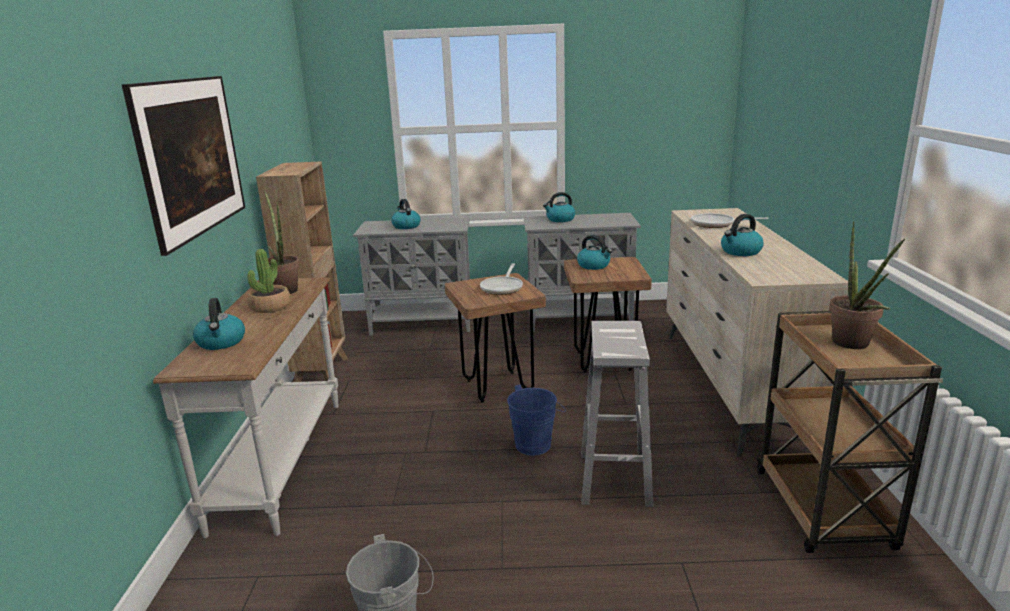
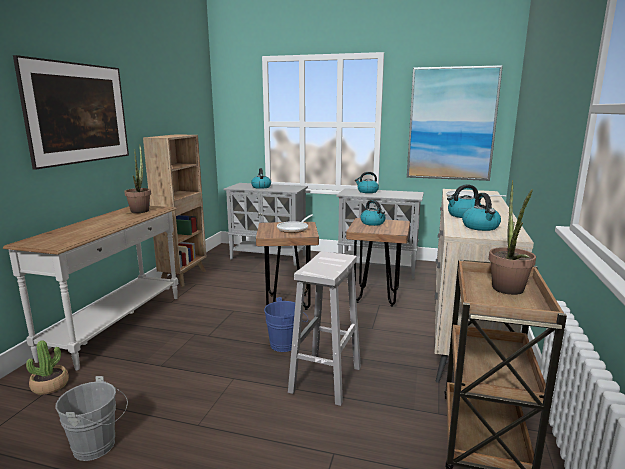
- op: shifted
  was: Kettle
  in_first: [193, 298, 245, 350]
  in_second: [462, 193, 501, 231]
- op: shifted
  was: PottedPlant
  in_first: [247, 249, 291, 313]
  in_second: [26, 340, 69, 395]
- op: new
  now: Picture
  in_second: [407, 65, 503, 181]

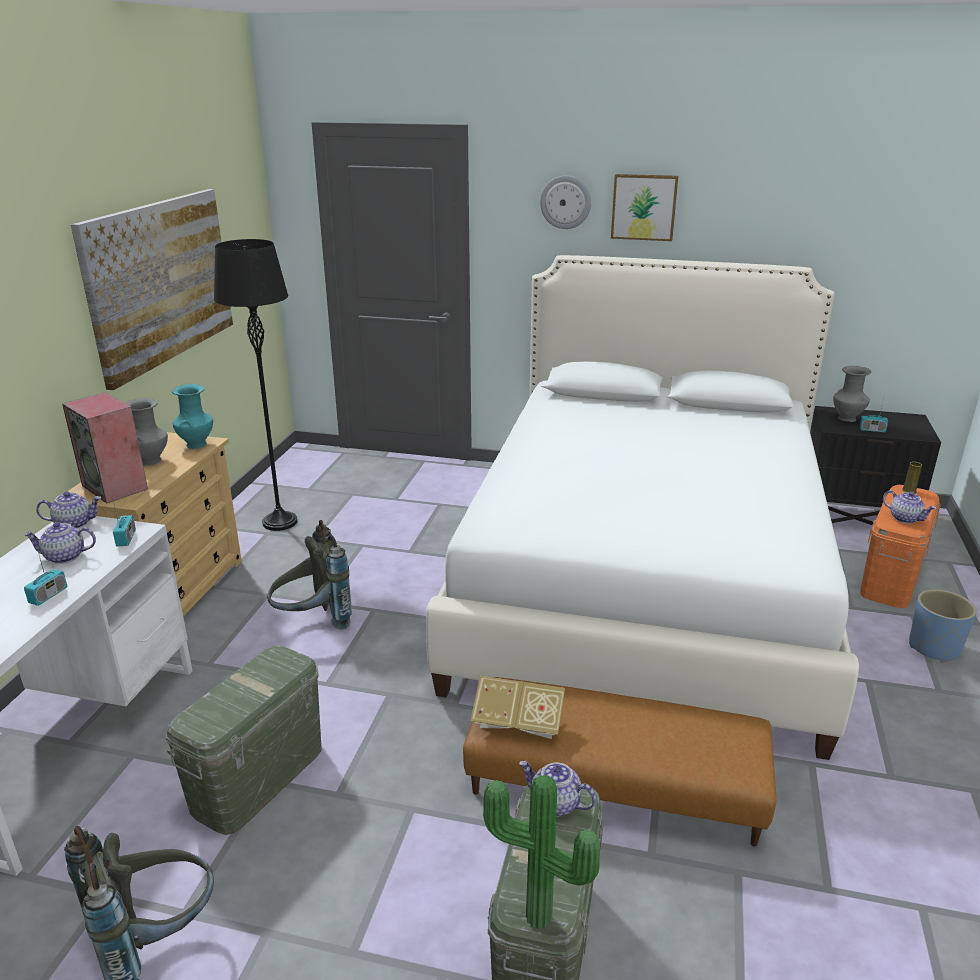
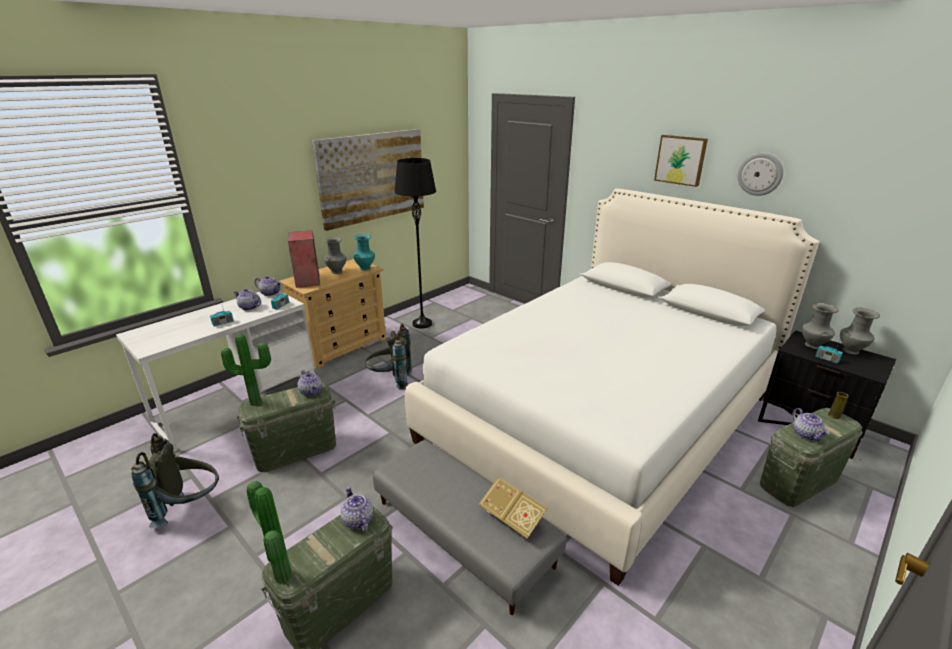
- op: repainted
  was: BrownOttoman
  now: GreyOttoman
  in_first: [463, 677, 777, 846]
  in_second: [373, 440, 567, 615]
- op: shifted
  was: Book
  in_first: [470, 676, 565, 739]
  in_second: [479, 477, 547, 539]
- op: shifted
  was: WallClock
  in_first: [540, 175, 591, 229]
  in_second: [738, 153, 783, 196]
- op: repainted
  was: OrangeStorageBox
  now: GreenStorageBox
  in_first: [860, 485, 941, 608]
  in_second: [760, 408, 862, 507]
- op: gone
  was: BluePlanter
  in_first: [909, 589, 977, 662]
- op: new
  now: PottedPlant
  in_second: [221, 334, 271, 406]
- op: new
  now: Teapot
  in_second: [298, 370, 322, 396]
- op: new
  now: GreyVase
  in_second: [840, 308, 880, 354]

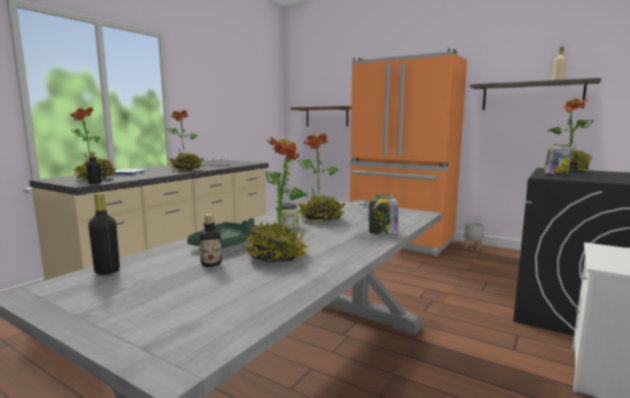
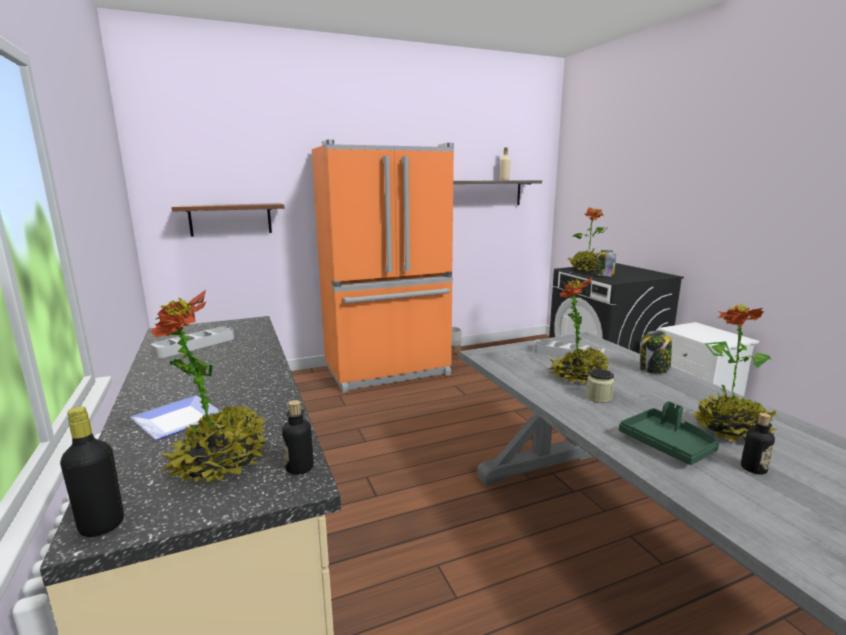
- op: shifted
  was: BlackBottle
  in_first: [88, 193, 120, 275]
  in_second: [60, 407, 124, 537]
- op: gone
  was: PottedPlant
  in_first: [166, 110, 204, 170]

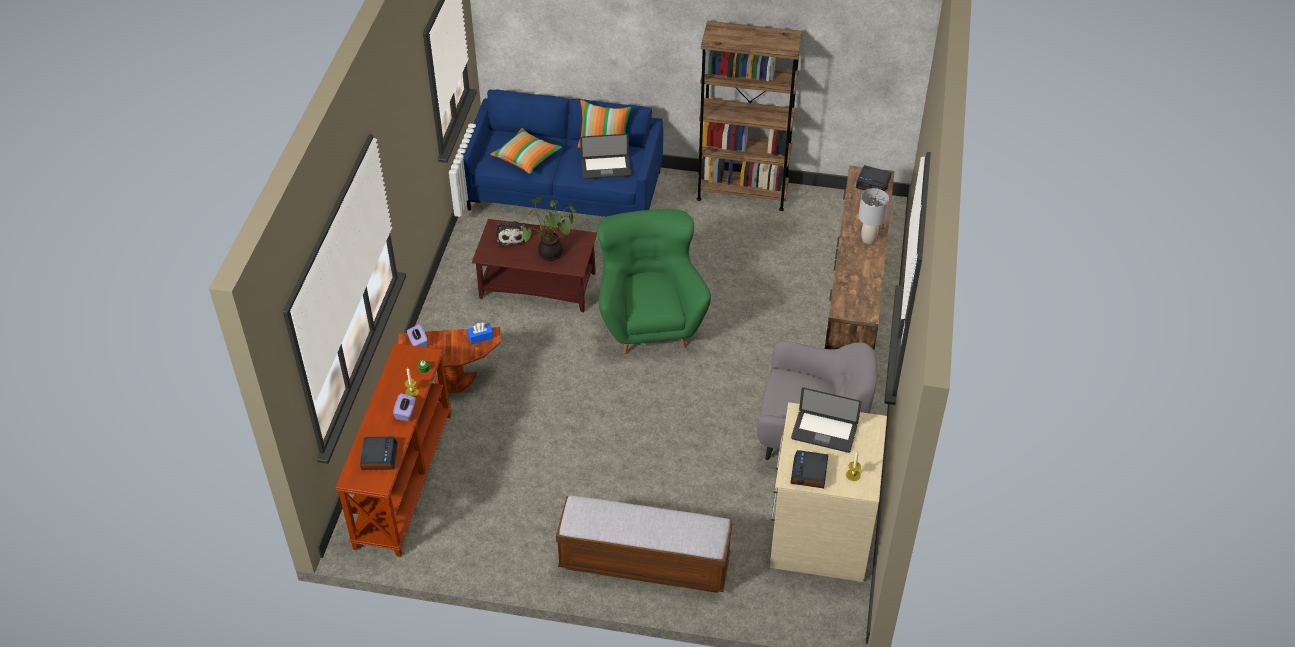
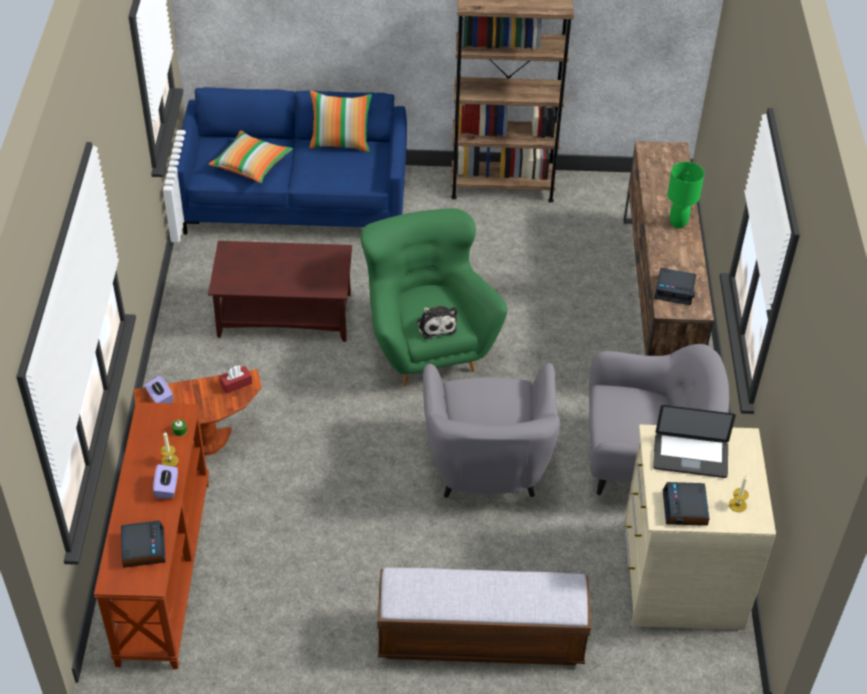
- op: repainted
  was: BlueTissueBox
  now: RedTissueBox
  in_first: [467, 322, 494, 344]
  in_second: [219, 366, 252, 394]
- op: shifted
  was: PlushToy
  in_first: [496, 221, 526, 246]
  in_second: [417, 306, 457, 339]
- op: gone
  was: PottedPlant
  in_first: [521, 197, 577, 261]
- op: gone
  was: Laptop
  in_first: [580, 134, 631, 179]
- op: shifted
  was: AlarmClock
  in_first: [856, 165, 892, 192]
  in_second: [655, 268, 696, 305]
- op: repainted
  was: GreyTableLamp
  now: GreenTableLamp
  in_first: [858, 188, 889, 244]
  in_second: [667, 162, 704, 228]
- op: new
  now: GreyArmchair
  in_second: [423, 363, 560, 498]

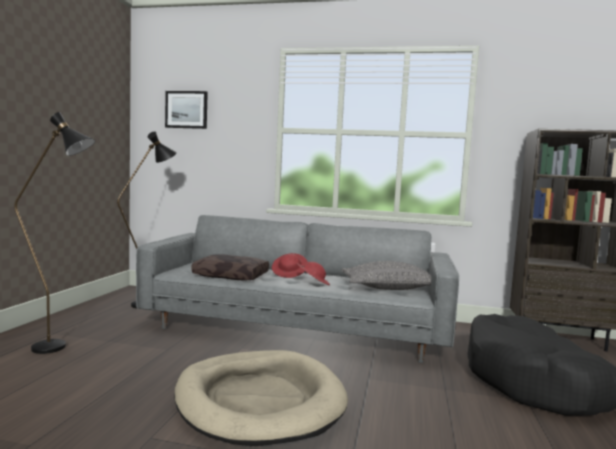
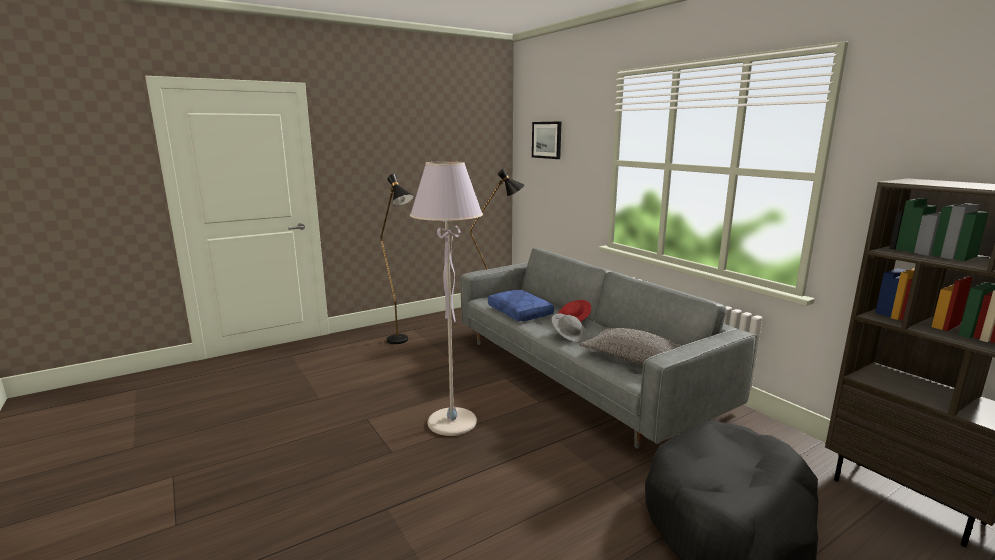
- op: swapped
  was: BeigeDogBed
  now: GreyFloorLamp
  in_first: [174, 350, 348, 446]
  in_second: [410, 161, 483, 436]
- op: repainted
  was: BrownPillow
  now: BluePillow
  in_first: [191, 254, 269, 281]
  in_second: [488, 290, 554, 321]
- op: repainted
  was: RedHat
  now: GreyHat
  in_first: [297, 262, 330, 285]
  in_second: [551, 313, 587, 342]

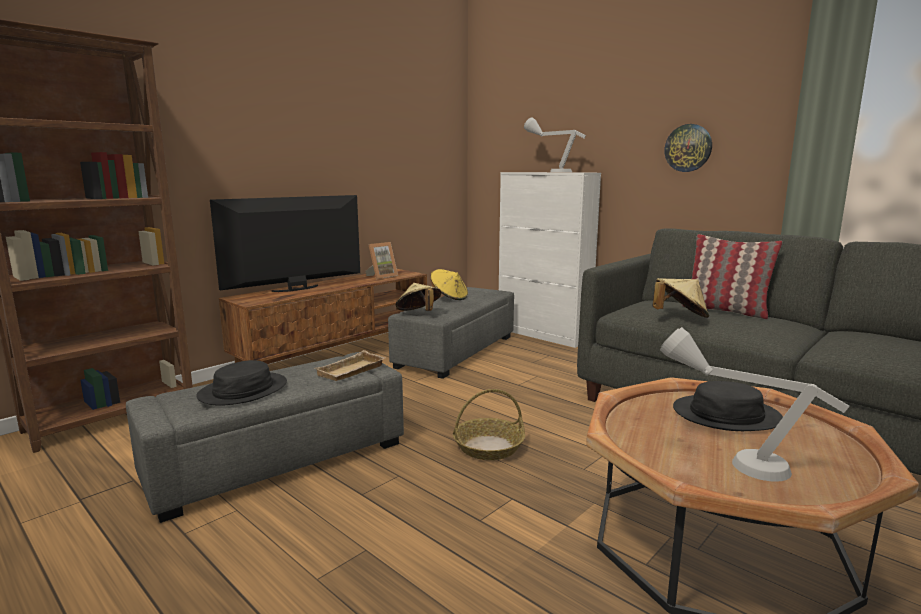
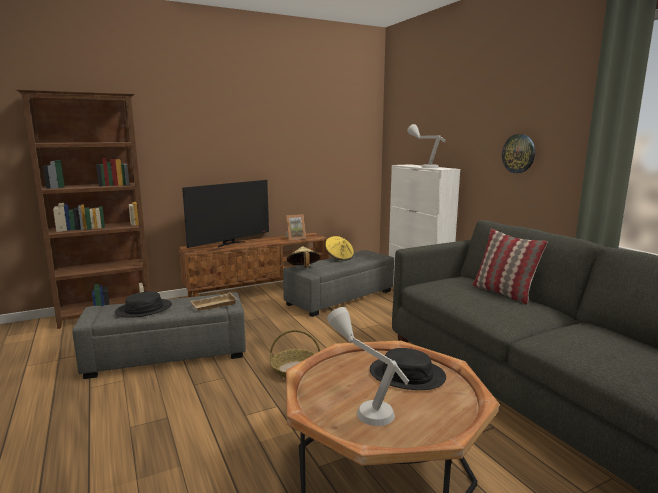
- op: rotated
  was: Television
  in_first: [210, 195, 360, 292]
  in_second: [182, 180, 269, 248]
  clockwise: 150
- op: gone
  was: BeigeHat
  in_first: [653, 278, 709, 318]

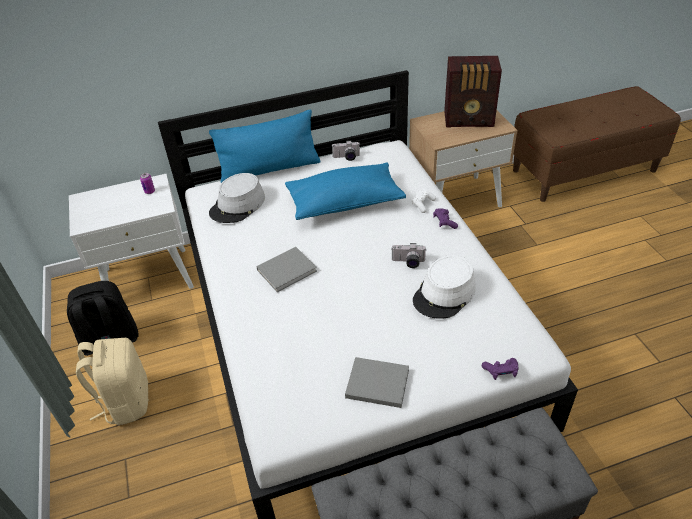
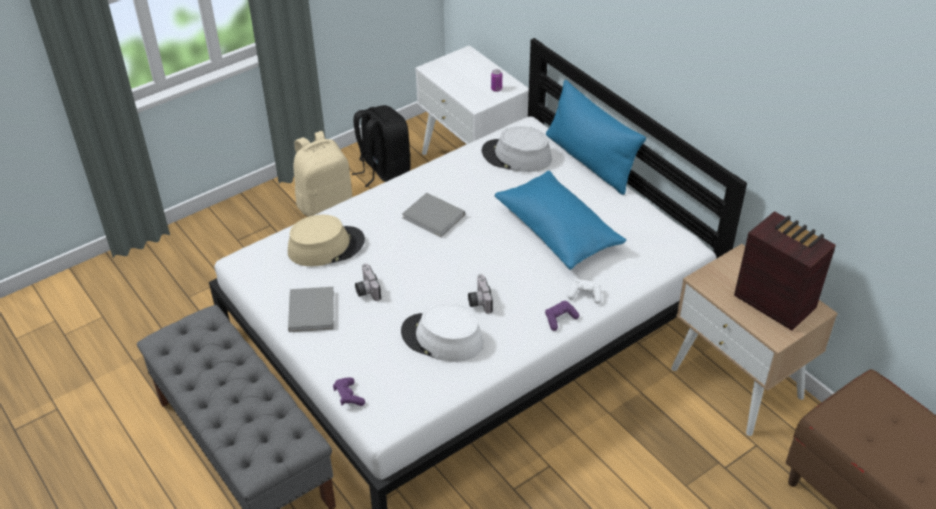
- op: shifted
  was: PhotoCamera
  in_first: [332, 141, 360, 161]
  in_second: [355, 263, 381, 301]
- op: rotated
  was: Radio
  in_first: [444, 56, 502, 127]
  in_second: [734, 211, 836, 330]
  clockwise: 150
- op: new
  now: BeigeHat
  in_second: [288, 215, 365, 266]

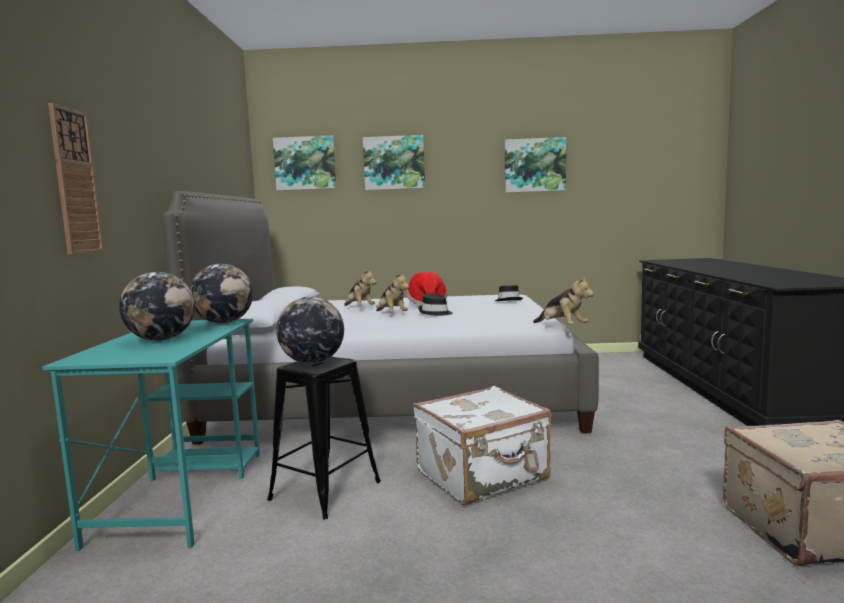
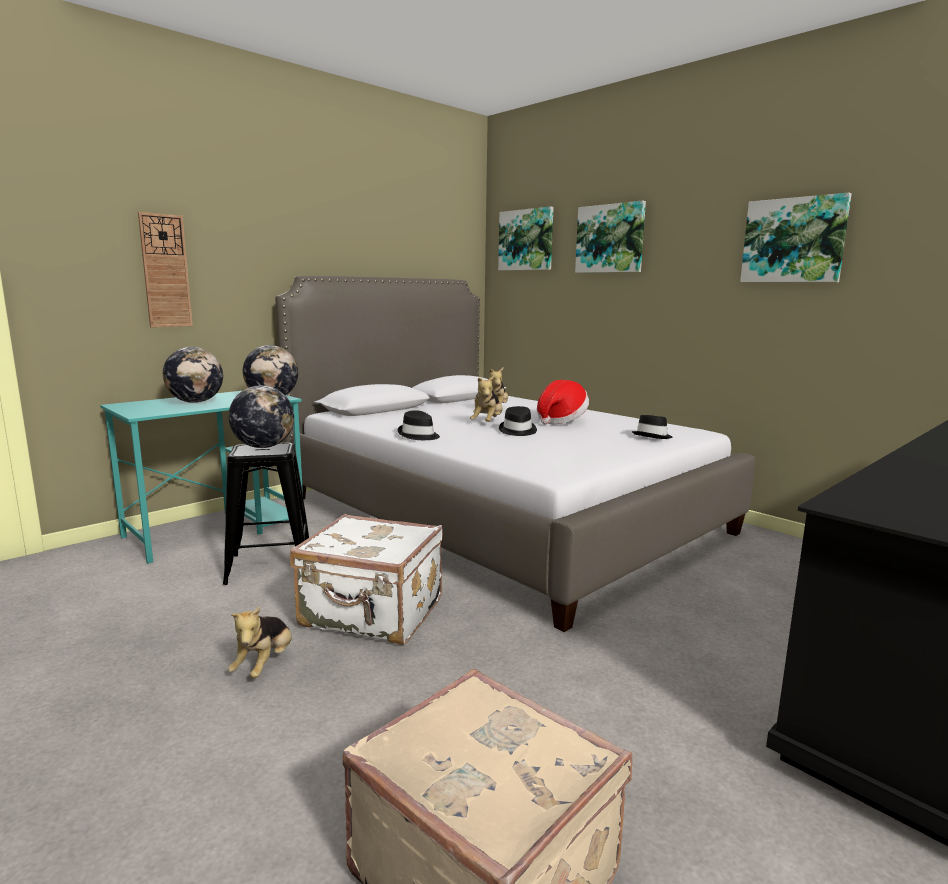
- op: shifted
  was: PlushToy
  in_first: [533, 275, 594, 324]
  in_second: [228, 606, 292, 678]
- op: new
  now: BlackHat
  in_second: [398, 410, 440, 440]

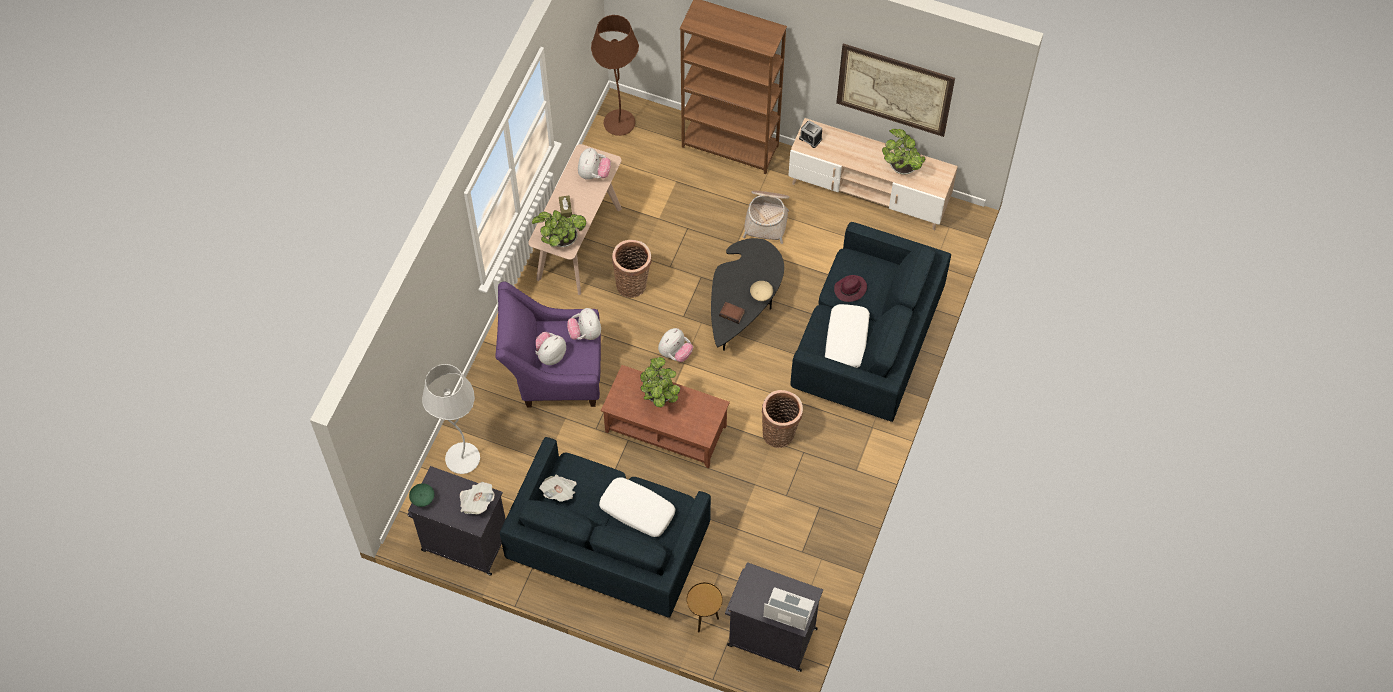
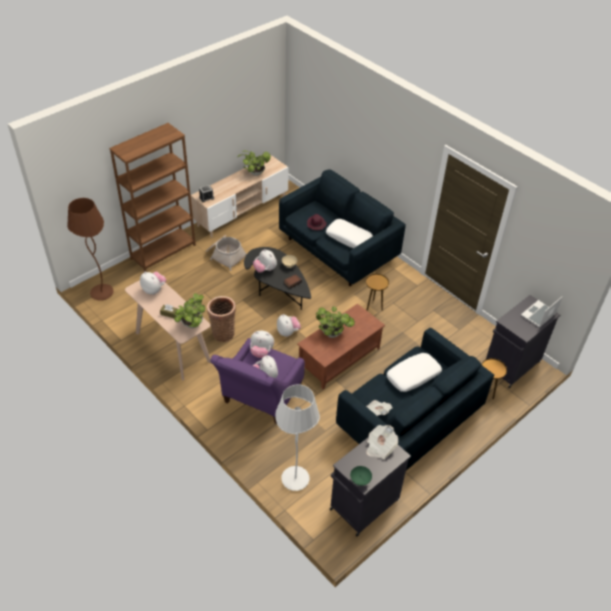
- op: swapped
  was: Basket
  now: BrownSideTable
  in_first: [762, 390, 803, 448]
  in_second: [366, 274, 389, 311]
- op: gone
  was: Picture
  in_first: [836, 43, 955, 137]
- op: new
  now: PlushToy
  in_second: [253, 249, 277, 273]

